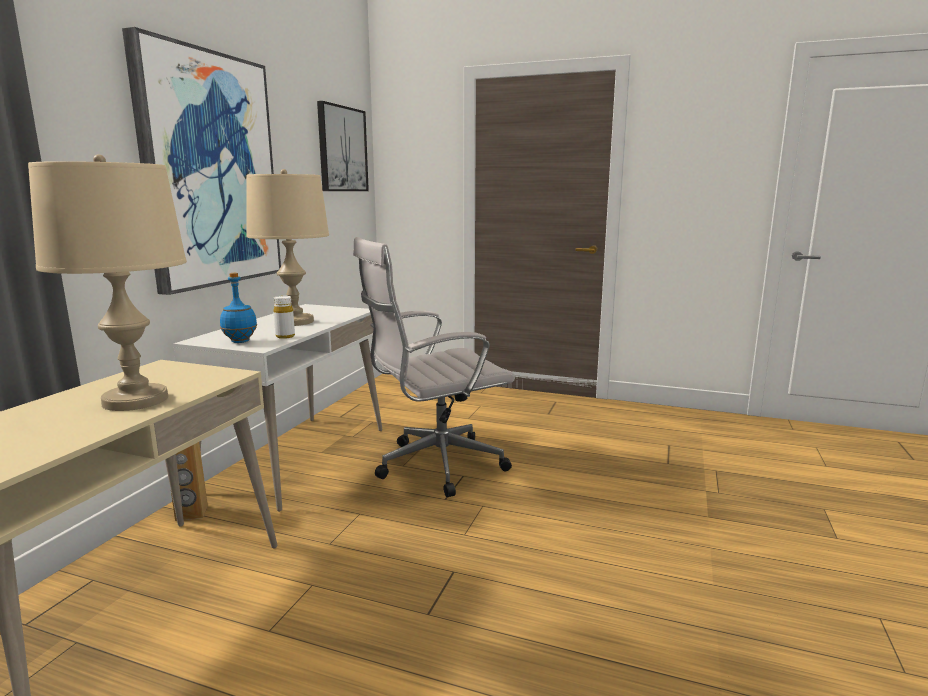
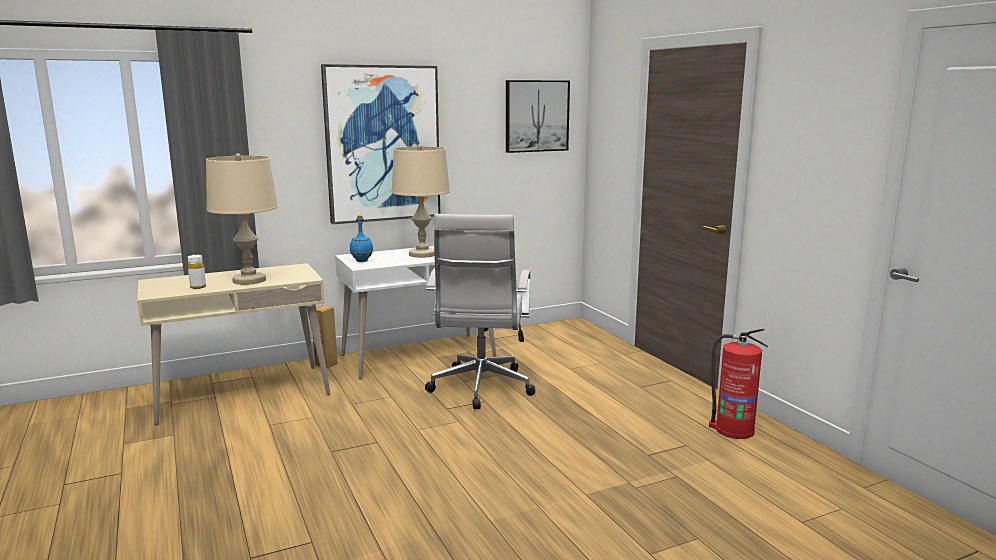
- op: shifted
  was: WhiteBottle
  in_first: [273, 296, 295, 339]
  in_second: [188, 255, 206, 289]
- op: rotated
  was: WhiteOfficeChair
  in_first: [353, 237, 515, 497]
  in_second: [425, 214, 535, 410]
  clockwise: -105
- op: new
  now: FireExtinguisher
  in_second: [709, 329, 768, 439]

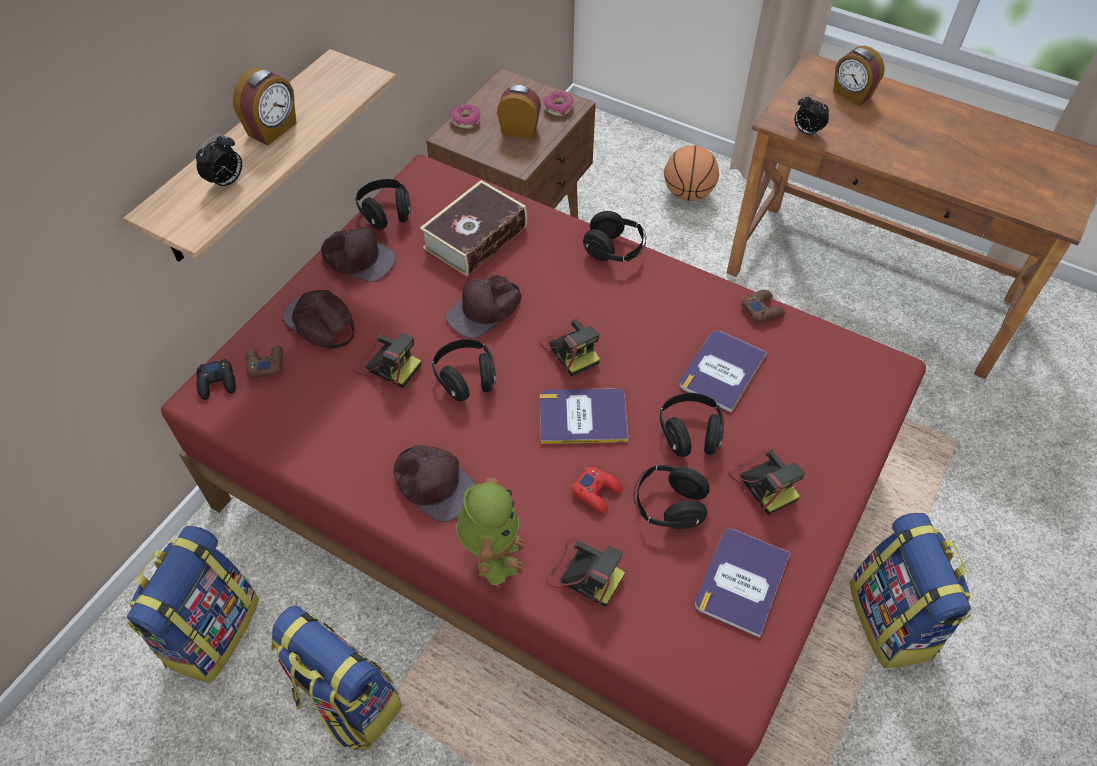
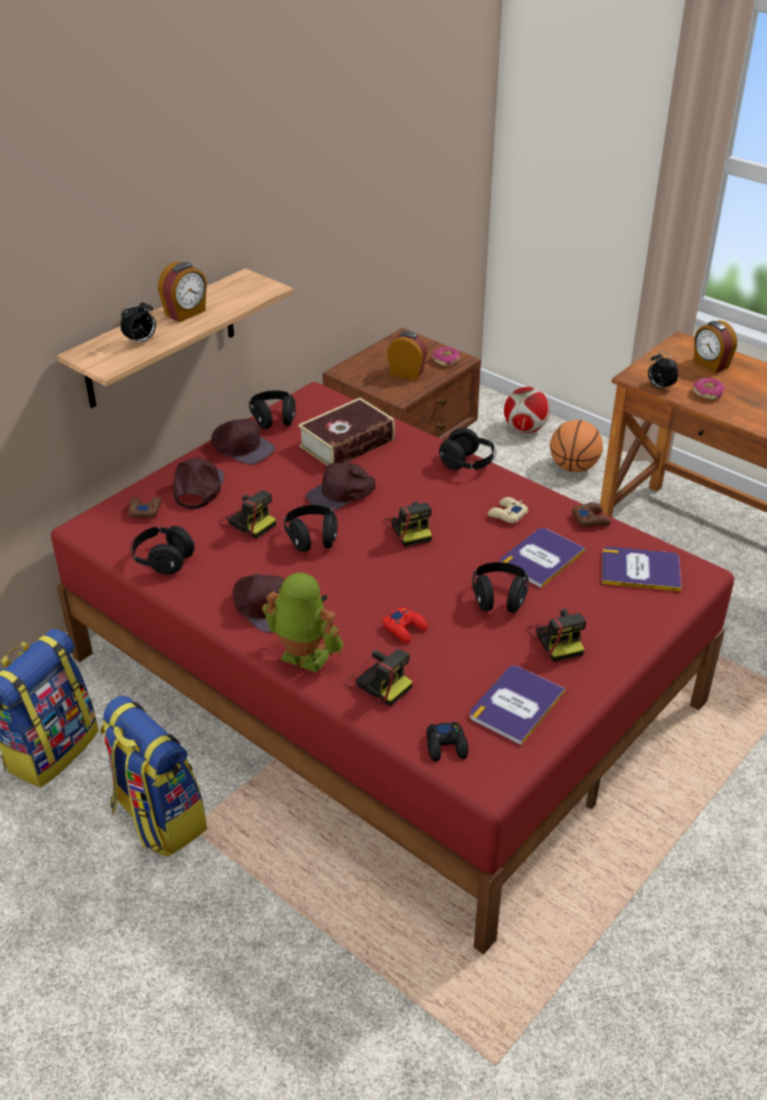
- op: shifted
  was: BlackGameController
  in_first: [196, 359, 236, 400]
  in_second: [426, 722, 468, 762]
- op: rotated
  was: BrownCap
  in_first: [282, 290, 354, 349]
  in_second: [172, 457, 224, 509]
  clockwise: 45
- op: shifted
  was: Donut
  in_first: [450, 104, 481, 129]
  in_second: [693, 377, 725, 400]
- op: rotated
  was: ToyRobot
  in_first: [457, 477, 526, 588]
  in_second: [262, 573, 343, 673]
  clockwise: -75
- op: shifted
  was: Book
  in_first: [540, 388, 628, 444]
  in_second: [602, 547, 681, 592]
- op: shifted
  was: BlackHeadphones
  in_first: [634, 465, 710, 529]
  in_second: [130, 526, 195, 574]
- op: gone
  was: Backpack
  in_first: [849, 513, 971, 668]
- op: new
  now: BeigeGameController
  in_second: [488, 497, 528, 523]
- op: new
  now: Football
  in_second: [504, 387, 550, 433]

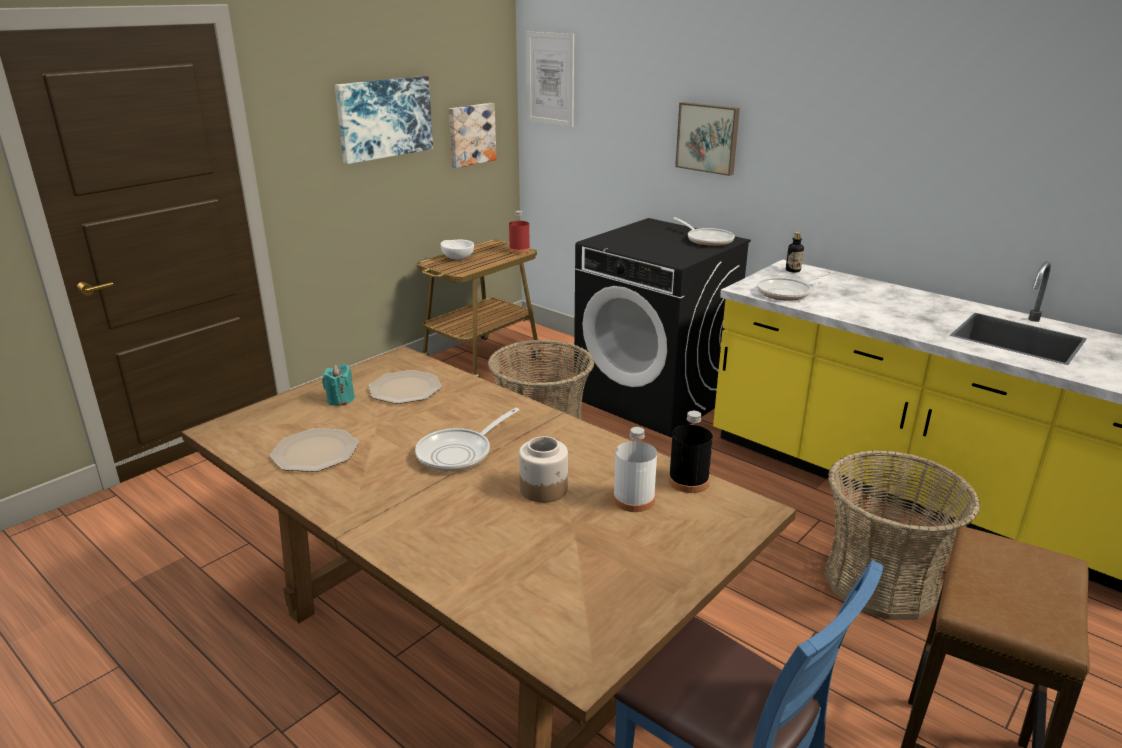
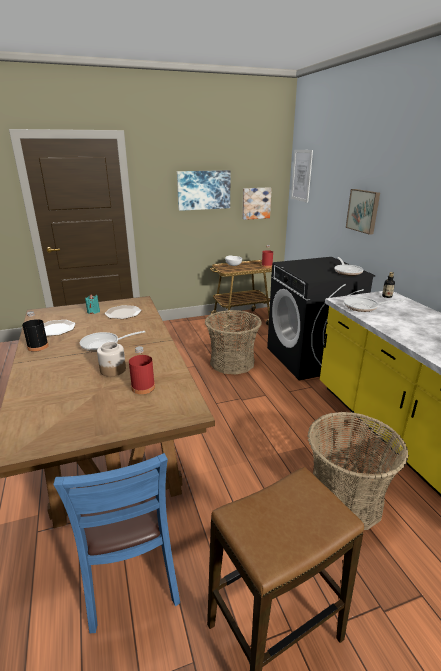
- op: repainted
  was: WhiteBottle
  now: RedBottle
  in_first: [613, 427, 657, 512]
  in_second: [129, 346, 155, 394]
- op: shifted
  was: BlackBottle
  in_first: [668, 411, 713, 493]
  in_second: [22, 311, 49, 352]

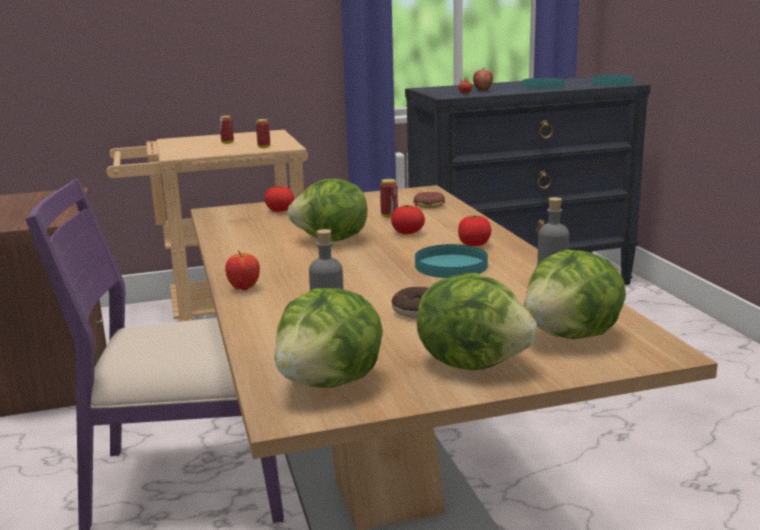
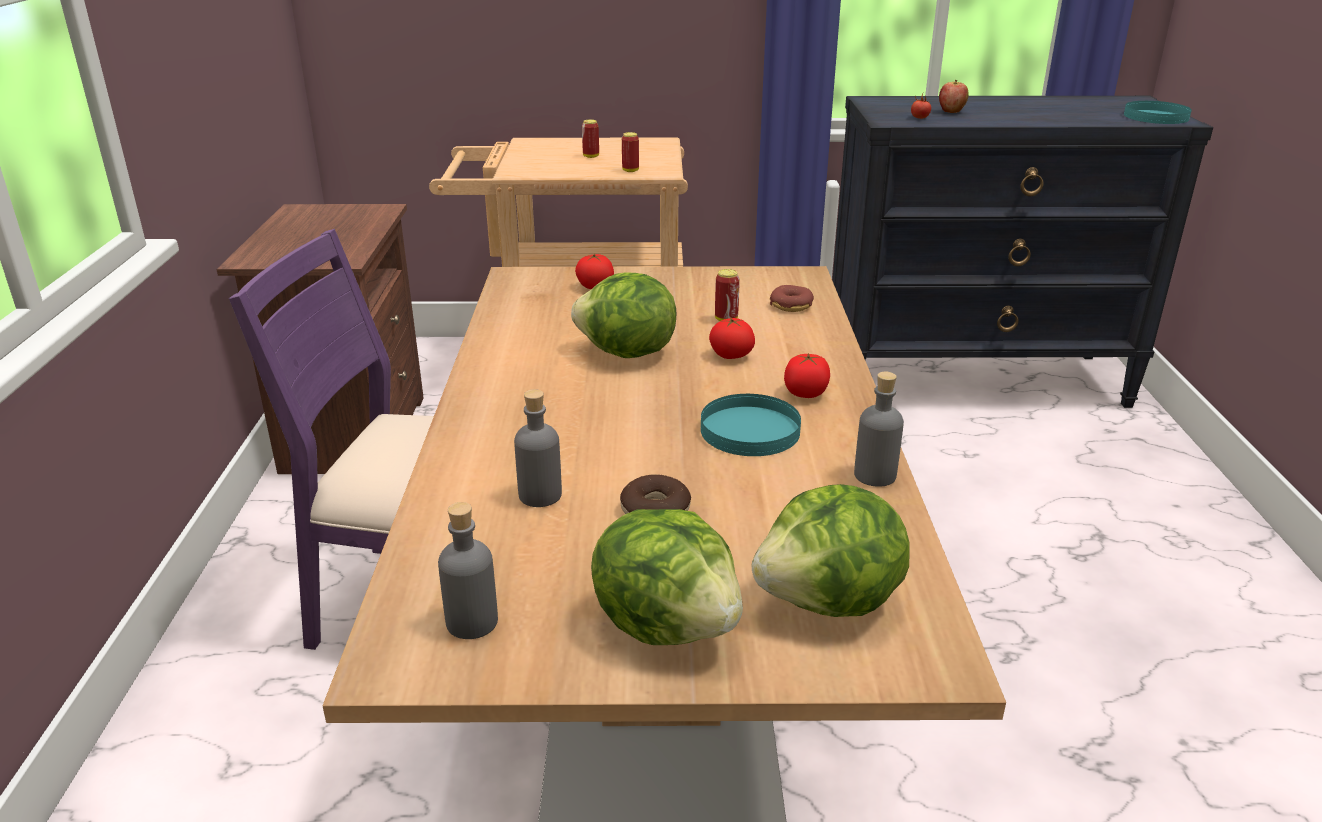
- op: gone
  was: Apple
  in_first: [225, 250, 260, 290]
- op: swapped
  was: Lettuce
  now: GreyBottle
  in_first: [274, 288, 383, 388]
  in_second: [438, 502, 498, 639]
- op: gone
  was: TurquoisePlate
  in_first: [522, 78, 564, 89]

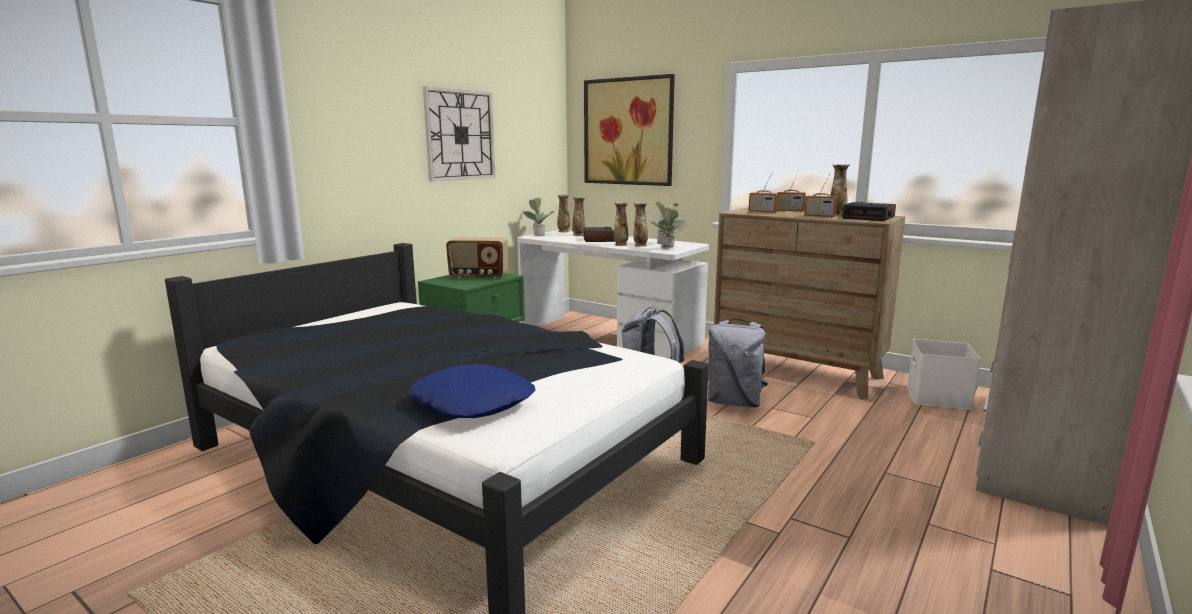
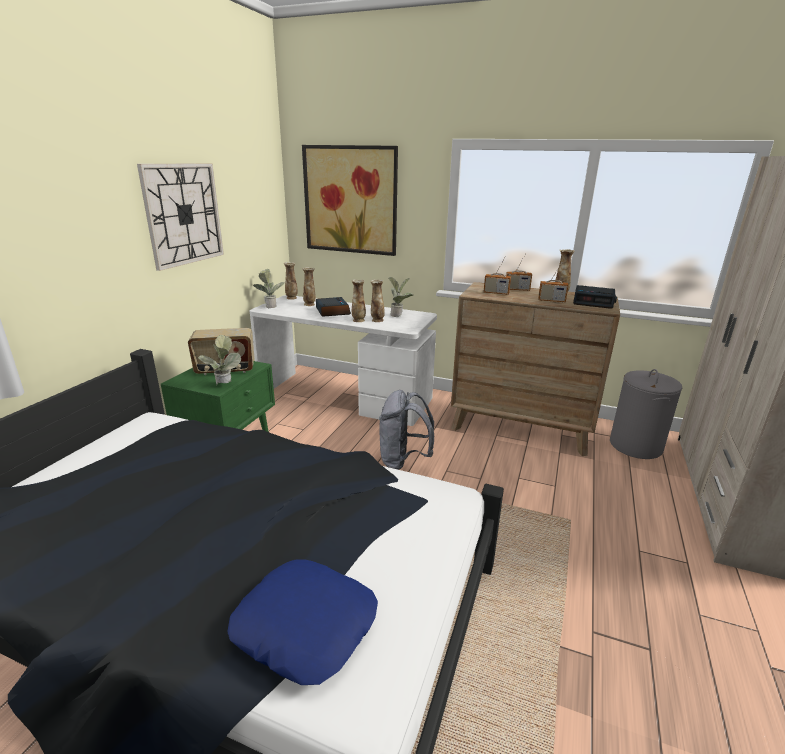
- op: shifted
  was: PottedPlant
  in_first: [650, 204, 687, 248]
  in_second: [198, 335, 241, 385]
- op: gone
  was: GreyBackpack
  in_first: [708, 319, 768, 408]
- op: swapped
  was: WhiteStorageBox
  now: GreyLaundryBasket
  in_first: [907, 339, 981, 410]
  in_second: [610, 369, 682, 459]

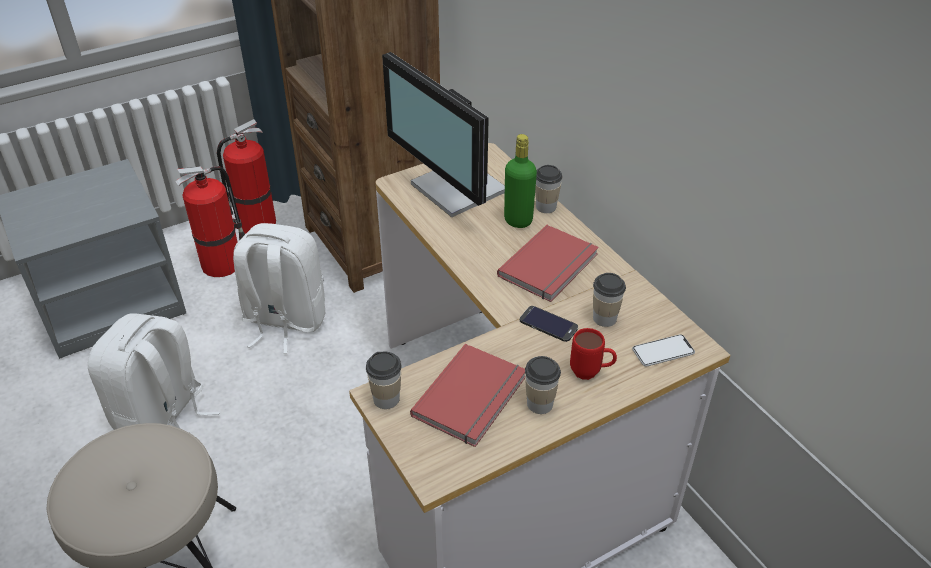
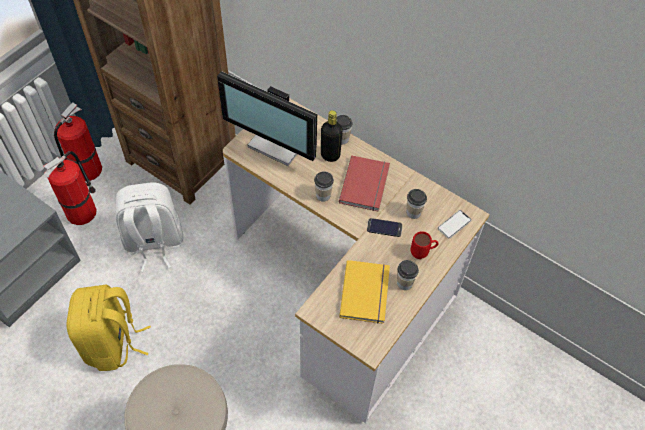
- op: repainted
  was: WhiteBackpack
  now: YellowBackpack
  in_first: [88, 313, 220, 430]
  in_second: [67, 285, 151, 371]
- op: shifted
  was: Cup
  in_first: [366, 352, 402, 409]
  in_second: [314, 171, 334, 202]
- op: repainted
  was: RedBook
  now: YellowBook
  in_first: [410, 344, 525, 447]
  in_second: [339, 260, 390, 324]
- op: repainted
  was: GreenBottle
  now: BlackBottle
  in_first: [504, 134, 537, 228]
  in_second: [321, 110, 343, 162]

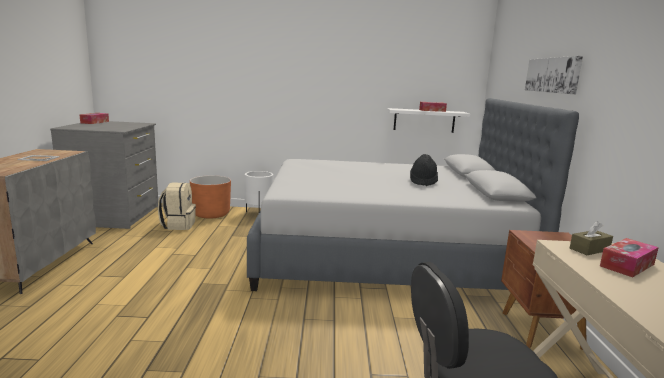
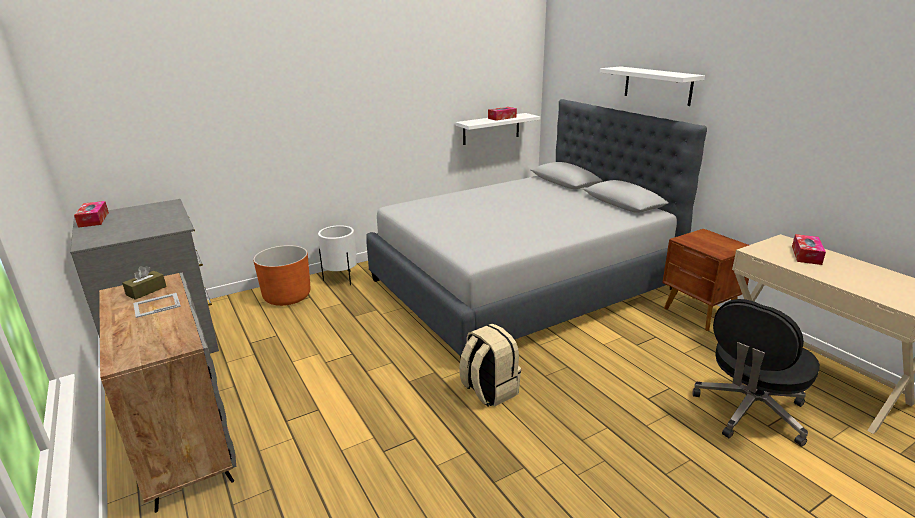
- op: shifted
  was: BeigeBackpack
  in_first: [158, 183, 196, 230]
  in_second: [459, 324, 521, 407]
- op: gone
  was: BlackHat
  in_first: [410, 154, 438, 186]
- op: swapped
  was: Picture
  now: WhiteShelf
  in_first: [525, 56, 583, 94]
  in_second: [600, 66, 705, 106]
- op: shifted
  was: BrownTissueBox
  in_first: [570, 221, 613, 255]
  in_second: [122, 266, 166, 300]

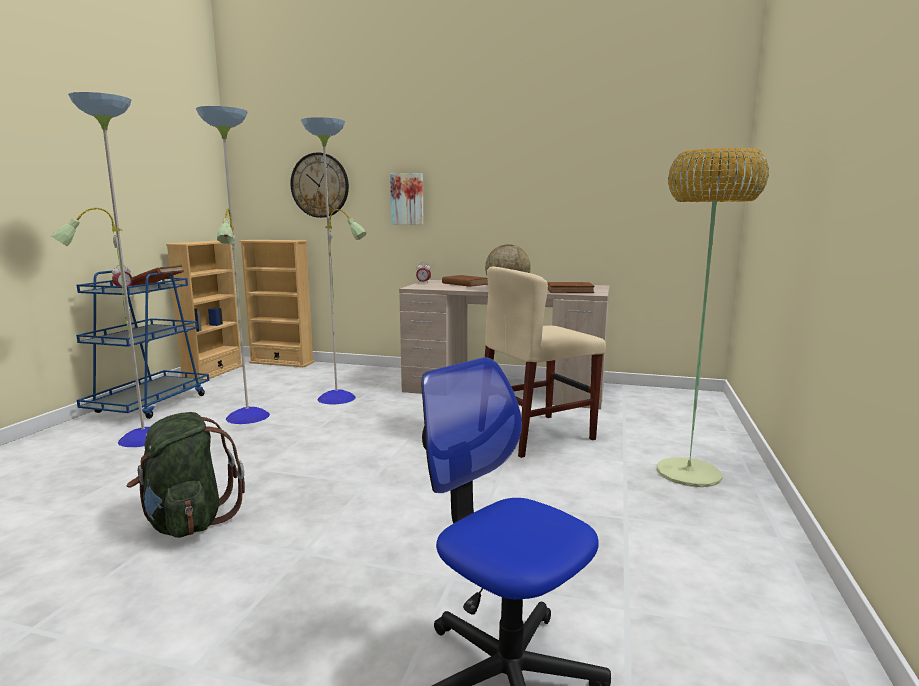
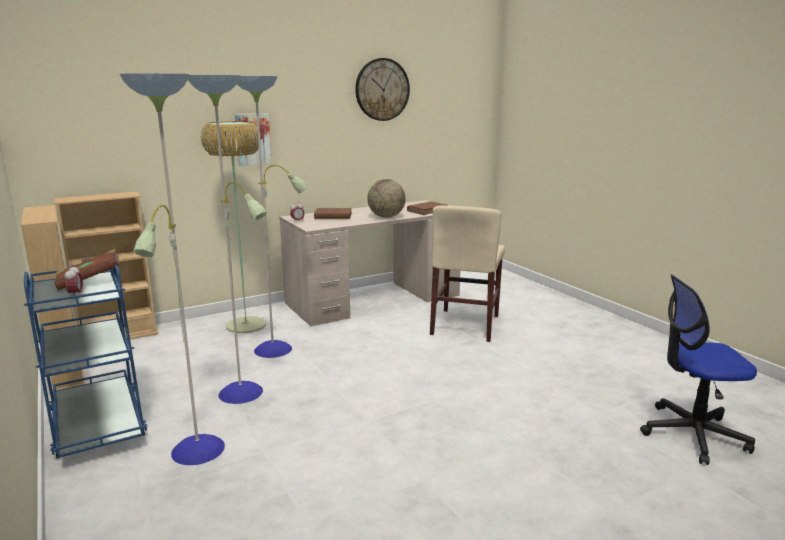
- op: gone
  was: GreenBackpack
  in_first: [126, 412, 245, 538]
- op: shifted
  was: WallClock
  in_first: [290, 152, 349, 218]
  in_second: [355, 58, 410, 121]
- op: shifted
  was: FloorLamp
  in_first: [657, 147, 769, 487]
  in_second: [201, 121, 266, 333]

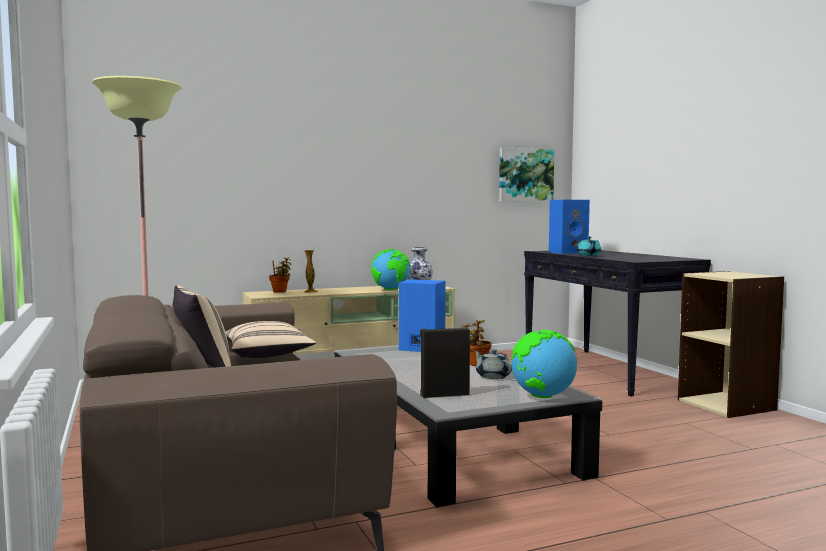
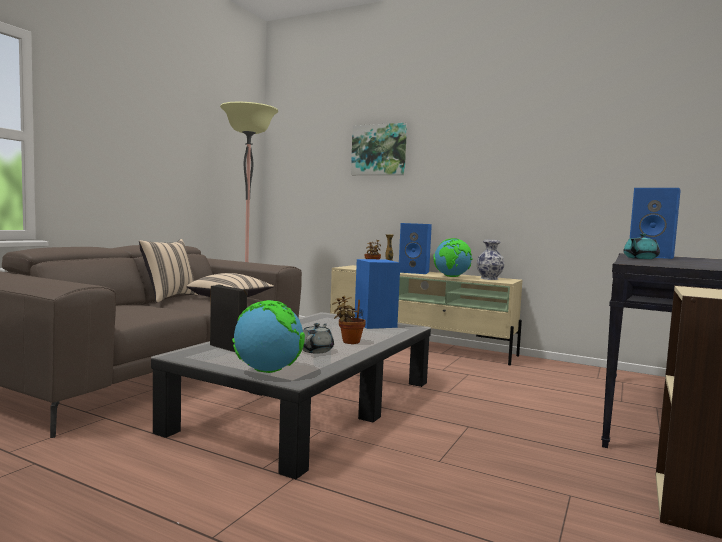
- op: shifted
  was: Picture
  in_first: [499, 147, 554, 201]
  in_second: [351, 123, 407, 175]
- op: new
  now: BlueSpeaker
  in_second: [399, 223, 432, 274]

